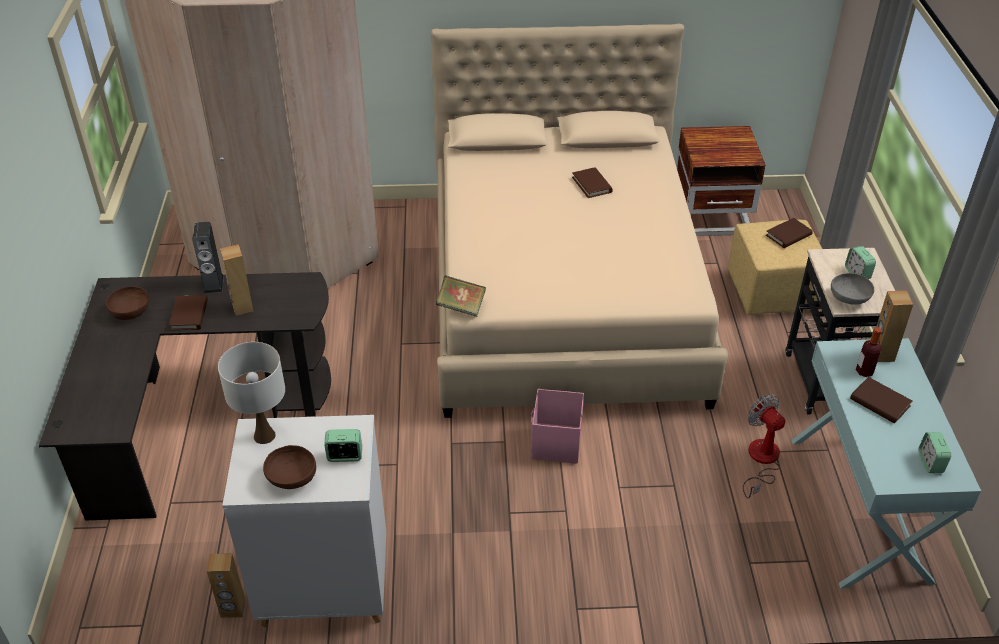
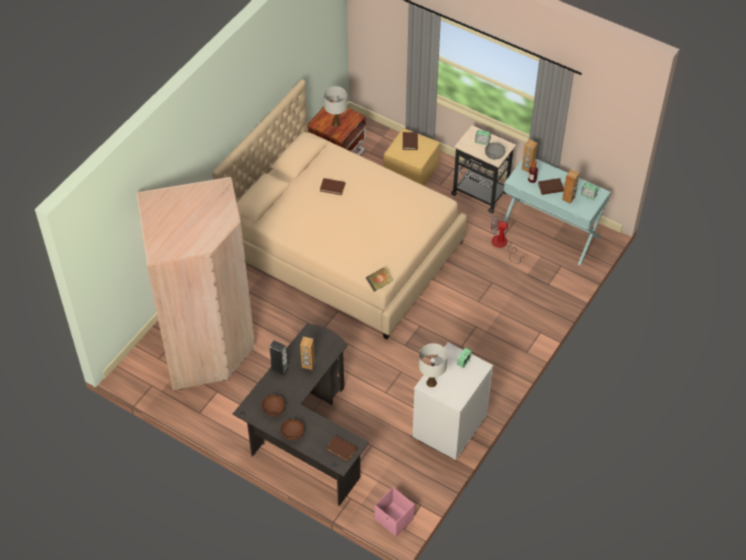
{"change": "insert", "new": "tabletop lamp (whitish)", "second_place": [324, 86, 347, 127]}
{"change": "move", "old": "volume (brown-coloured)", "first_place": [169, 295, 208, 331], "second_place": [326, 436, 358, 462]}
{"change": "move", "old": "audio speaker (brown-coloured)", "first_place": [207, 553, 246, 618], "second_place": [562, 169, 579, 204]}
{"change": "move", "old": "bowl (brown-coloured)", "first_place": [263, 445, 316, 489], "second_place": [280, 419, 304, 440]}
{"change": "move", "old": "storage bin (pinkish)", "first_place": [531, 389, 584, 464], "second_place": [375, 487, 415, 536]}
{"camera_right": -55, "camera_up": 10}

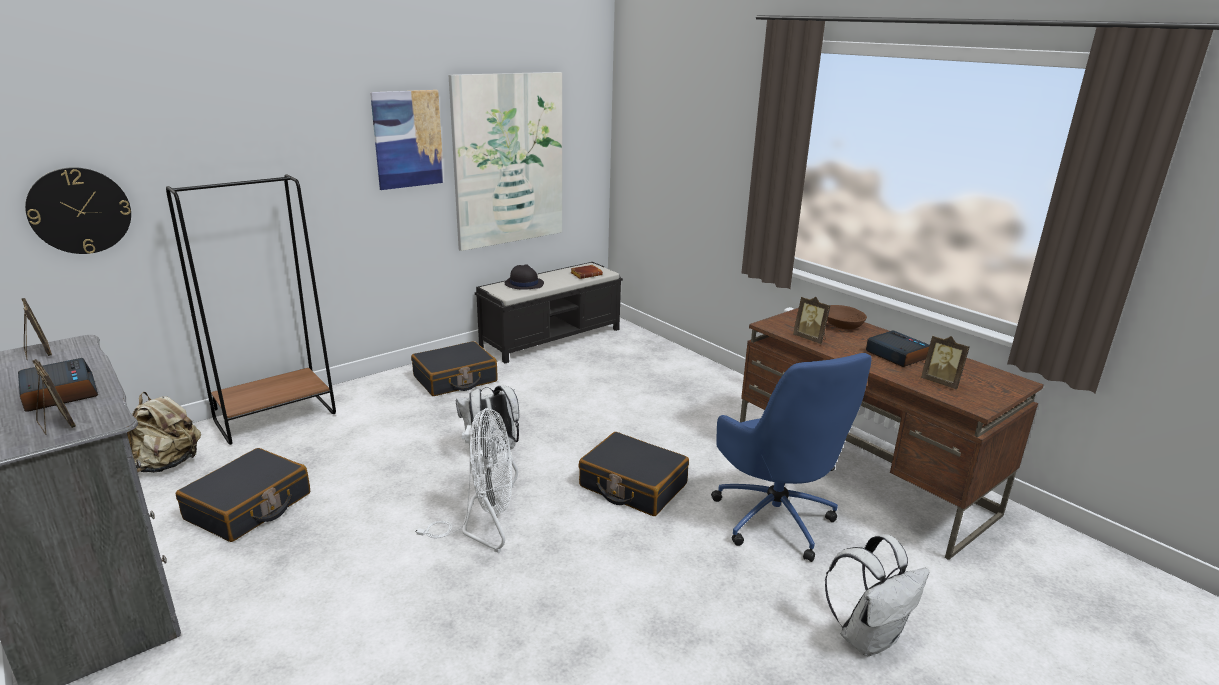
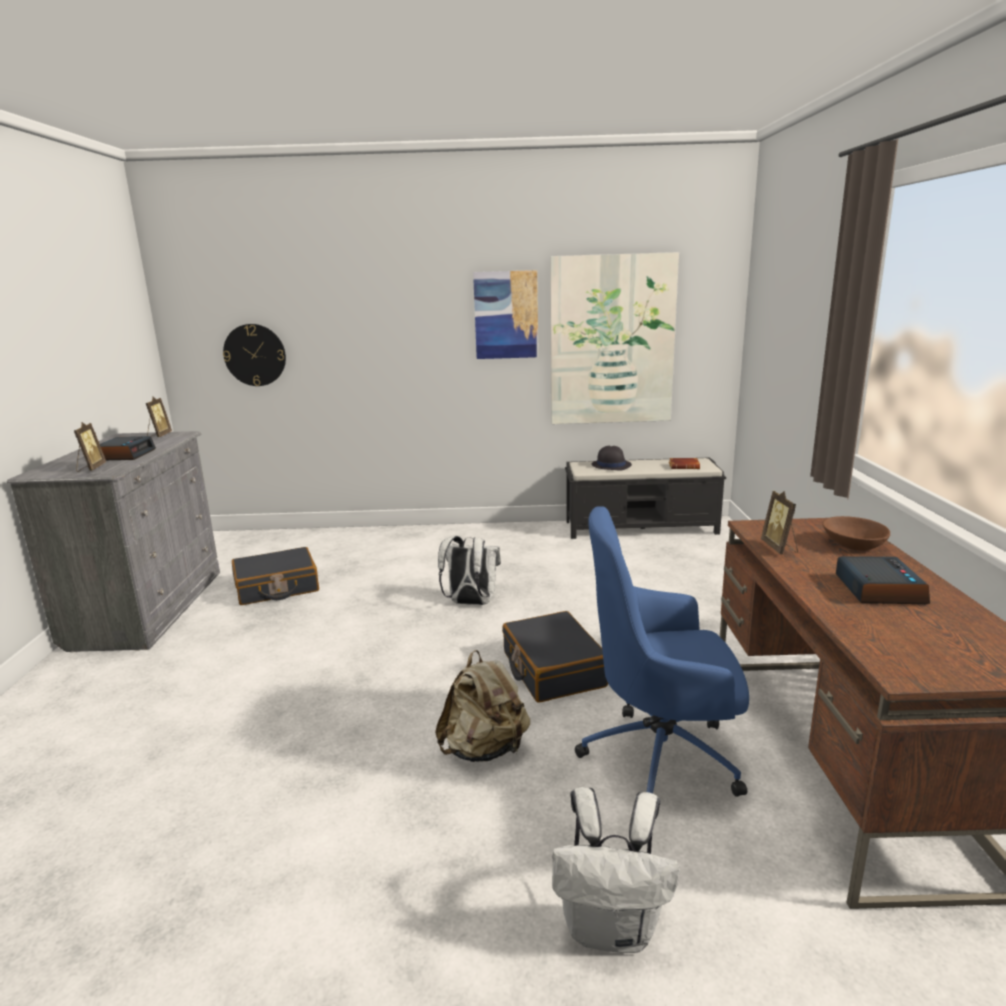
{"change": "delete", "old": "garment stand", "first_place": [166, 174, 336, 445]}
{"change": "delete", "old": "travel case (black)", "first_place": [411, 341, 498, 396]}
{"change": "delete", "old": "fan (whitish)", "first_place": [416, 408, 518, 553]}
{"change": "delete", "old": "picture frame", "first_place": [921, 336, 970, 389]}
{"change": "move", "old": "knapsack (beige-coloured)", "first_place": [127, 392, 201, 473], "second_place": [435, 650, 530, 762]}
{"change": "rotate", "old": "computer chair (blue-coloured)", "first_place": [711, 353, 871, 562], "second_place": [575, 506, 749, 797], "degrees": 75}
{"camera_right": 40, "camera_up": -5}

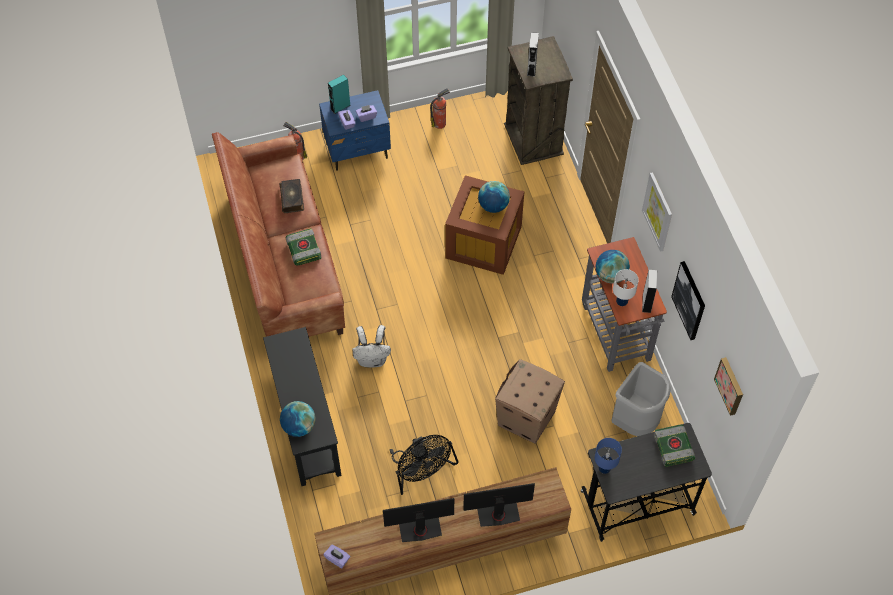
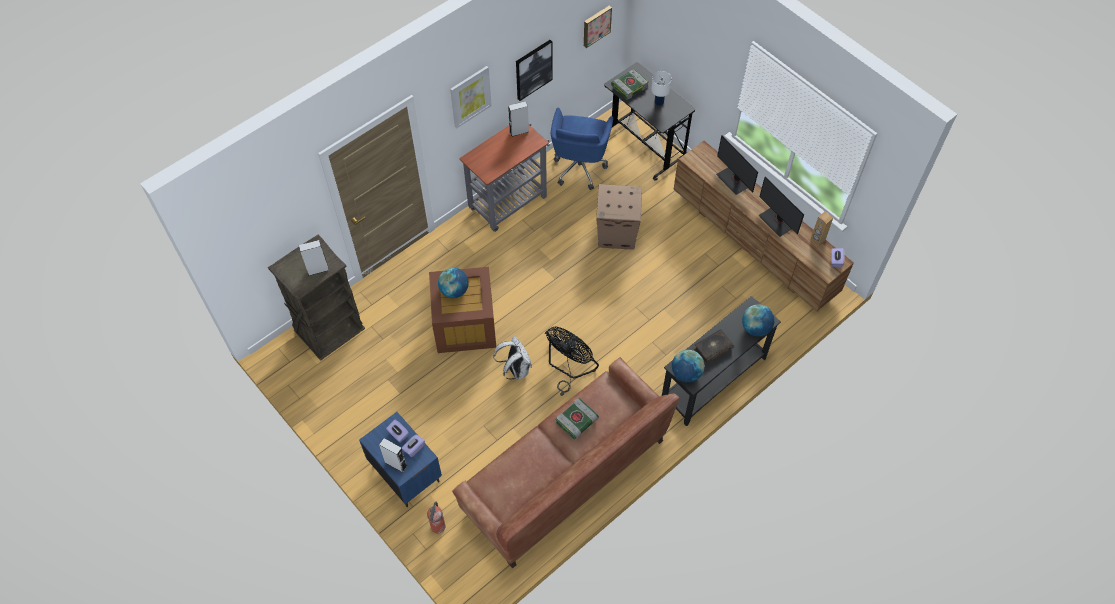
{"change": "delete", "old": "fire extinguisher", "first_place": [430, 88, 450, 129]}
{"change": "delete", "old": "tabletop lamp (blue-coloured)", "first_place": [595, 438, 622, 474]}
{"change": "insert", "new": "audio speaker (brown-coloured)", "second_place": [810, 211, 833, 247]}
{"change": "move", "old": "volume", "first_place": [279, 179, 304, 213], "second_place": [694, 329, 734, 364]}
{"change": "move", "old": "knapsack (whitish)", "first_place": [353, 325, 391, 368], "second_place": [493, 336, 532, 380]}
{"change": "move", "old": "fan (black)", "first_place": [390, 435, 458, 495], "second_place": [545, 327, 599, 396]}
{"change": "move", "old": "desk globe", "first_place": [596, 250, 630, 284], "second_place": [672, 350, 705, 382]}
{"change": "move", "old": "tabletop lamp (whitish)", "first_place": [613, 269, 639, 306], "second_place": [651, 71, 672, 106]}
{"change": "replace", "old": "waste bin (greyish)", "new": "computer chair (blue-coloured)", "first_place": [611, 362, 671, 436], "second_place": [551, 108, 613, 190]}
{"change": "recolor", "old": "audio speaker (blue-green)", "new": "audio speaker (greyish)", "first_place": [328, 74, 351, 114], "second_place": [379, 438, 407, 473]}
{"camera_right": -115, "camera_up": 0}

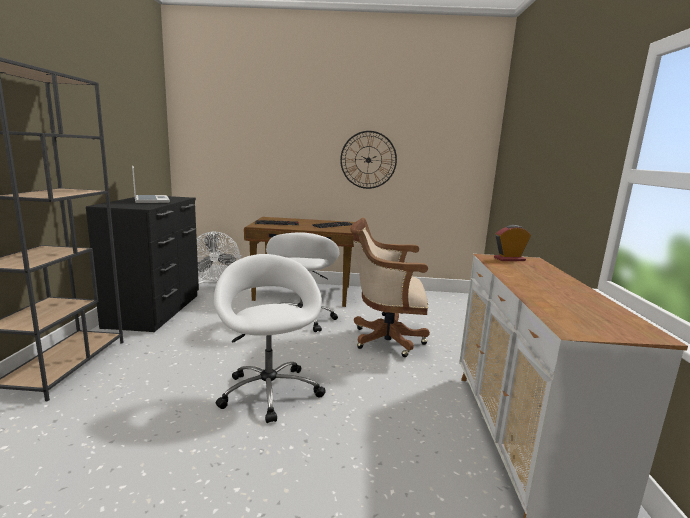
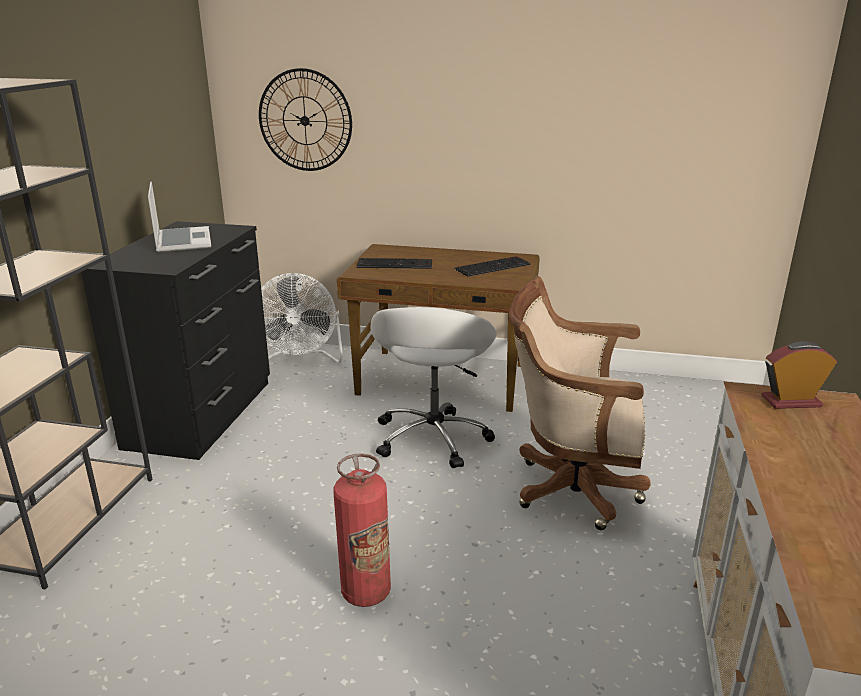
{"change": "move", "old": "hanging clock", "first_place": [340, 131, 397, 189], "second_place": [259, 68, 352, 171]}
{"change": "replace", "old": "computer chair (whitish)", "new": "fire extinguisher", "first_place": [214, 254, 326, 423], "second_place": [333, 453, 391, 607]}
{"camera_right": 10, "camera_up": 10}

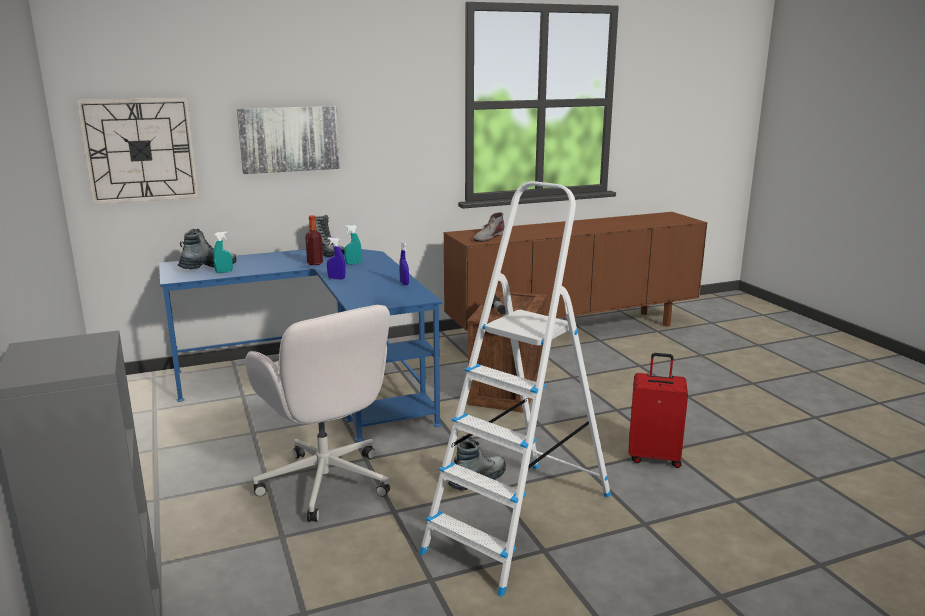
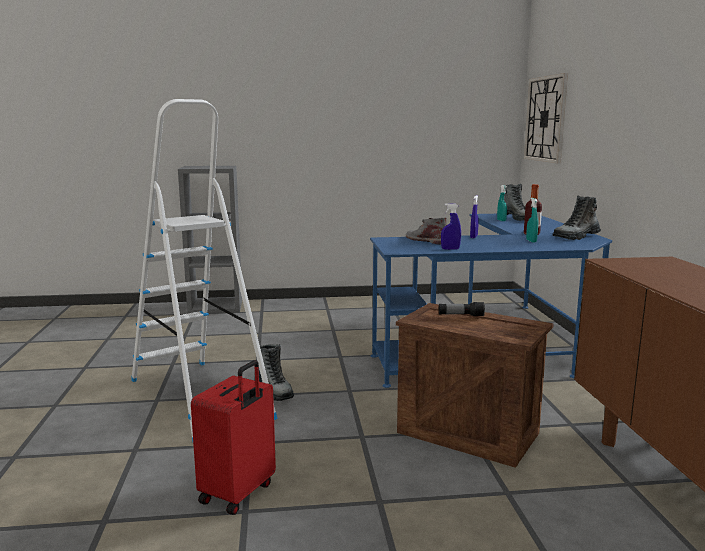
{"change": "delete", "old": "wall art", "first_place": [237, 106, 340, 174]}
{"change": "delete", "old": "computer chair (whitish)", "first_place": [245, 305, 390, 522]}
{"change": "move", "old": "boot (greyish)", "first_place": [473, 212, 505, 242], "second_place": [406, 217, 446, 245]}
{"camera_right": 105, "camera_up": -5}

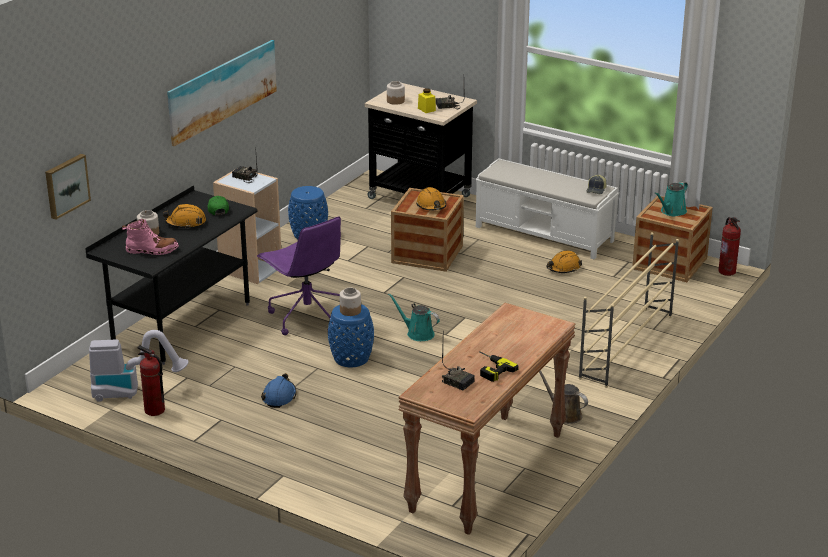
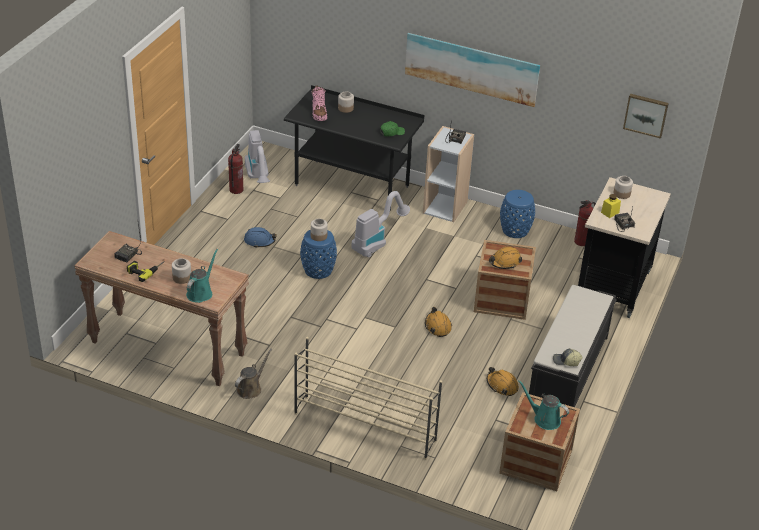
{"change": "insert", "new": "jar", "second_place": [172, 258, 191, 284]}
{"change": "move", "old": "wall art", "first_place": [45, 154, 91, 220], "second_place": [623, 94, 669, 139]}
{"change": "move", "old": "safety helmet (orange)", "first_place": [163, 204, 206, 228], "second_place": [425, 307, 452, 337]}
{"change": "move", "old": "watering can (blue-green)", "first_place": [388, 293, 440, 341], "second_place": [186, 249, 218, 303]}
{"change": "move", "old": "fire extinguisher", "first_place": [718, 217, 741, 276], "second_place": [574, 200, 596, 246]}
{"change": "replace", "old": "computer chair (purple)", "new": "vacuum cleaner", "first_place": [257, 217, 341, 335], "second_place": [351, 191, 410, 257]}
{"change": "recolor", "old": "indoor bench (whitish)", "new": "indoor bench (black)", "first_place": [475, 158, 619, 260], "second_place": [529, 285, 617, 407]}
{"camera_right": 80, "camera_up": 10}

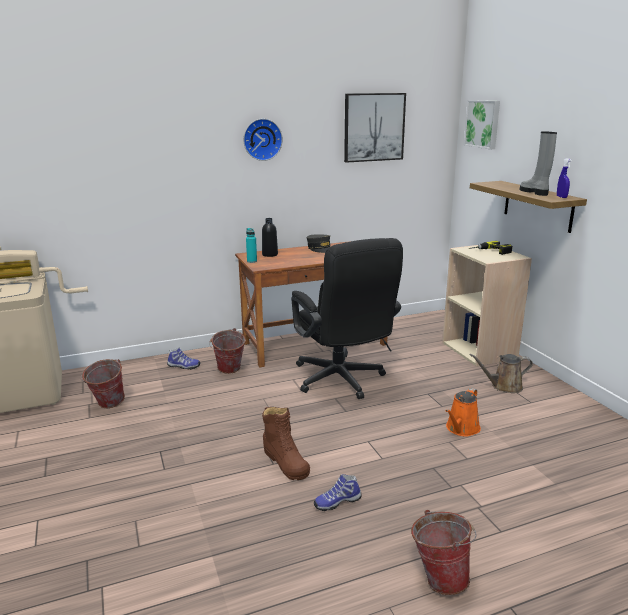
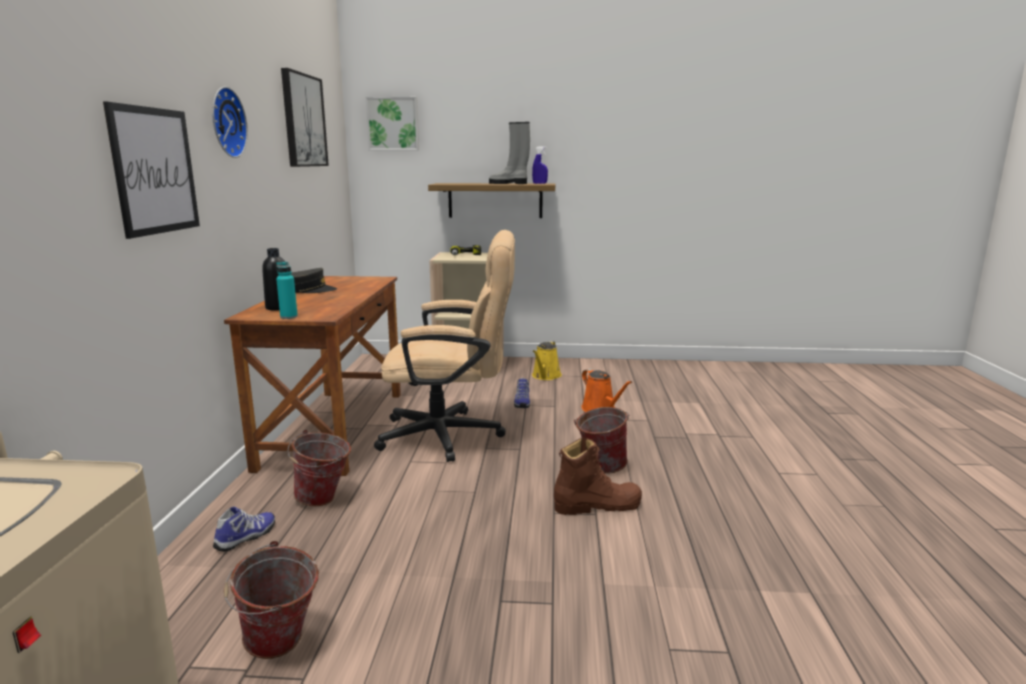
{"change": "insert", "new": "wall art", "second_place": [103, 102, 200, 239]}
{"change": "move", "old": "item of footwear", "first_place": [314, 474, 362, 511], "second_place": [514, 378, 530, 408]}
{"change": "move", "old": "pail", "first_place": [411, 510, 477, 595], "second_place": [574, 407, 629, 474]}
{"change": "recolor", "old": "computer chair (black)", "new": "computer chair (beige-coloured)", "first_place": [291, 238, 403, 399], "second_place": [374, 230, 515, 462]}
{"change": "recolor", "old": "watering can (brown-coloured)", "new": "watering can (yellow)", "first_place": [470, 354, 533, 393], "second_place": [532, 341, 562, 380]}
{"camera_right": -65, "camera_up": -5}

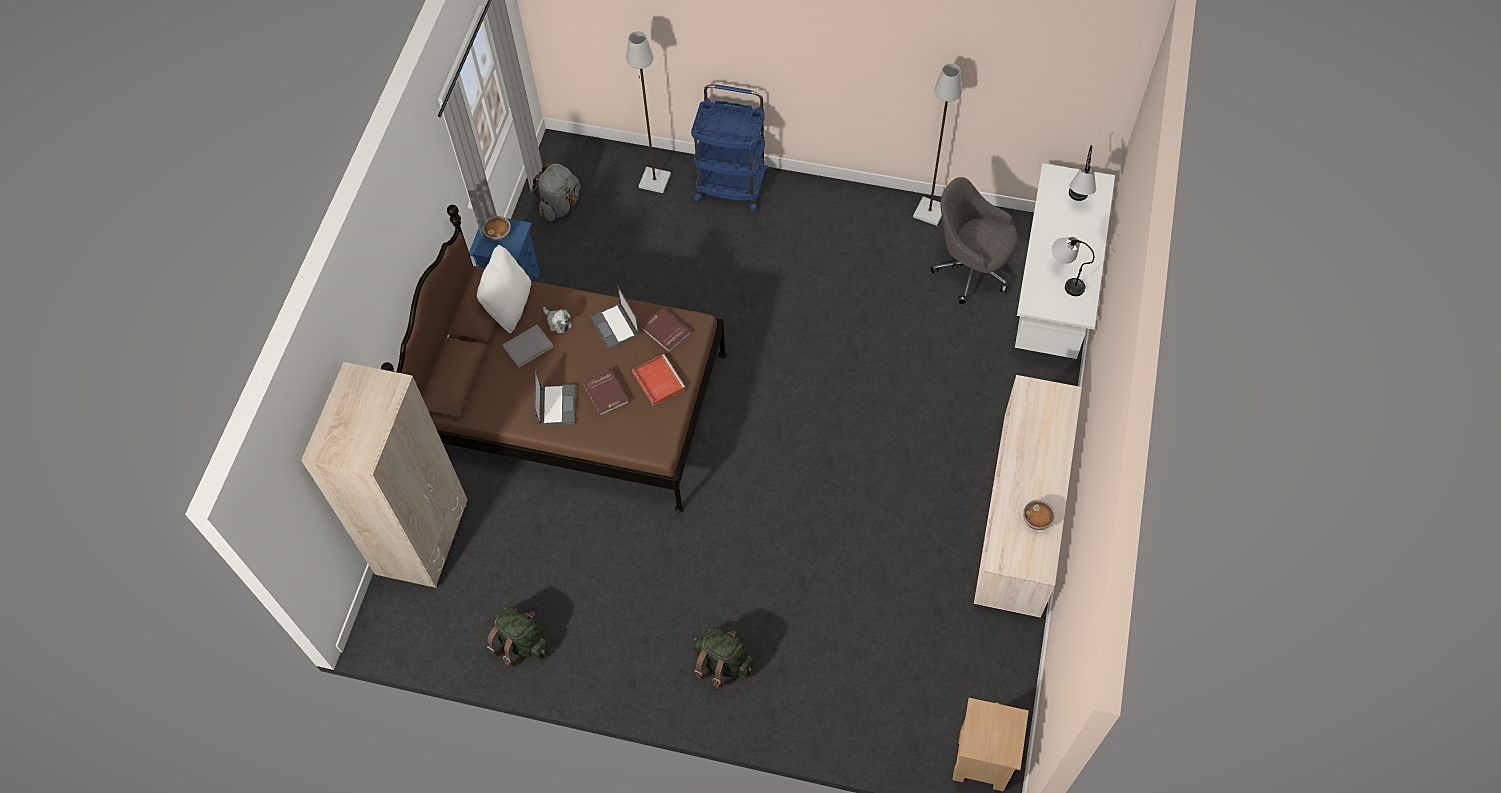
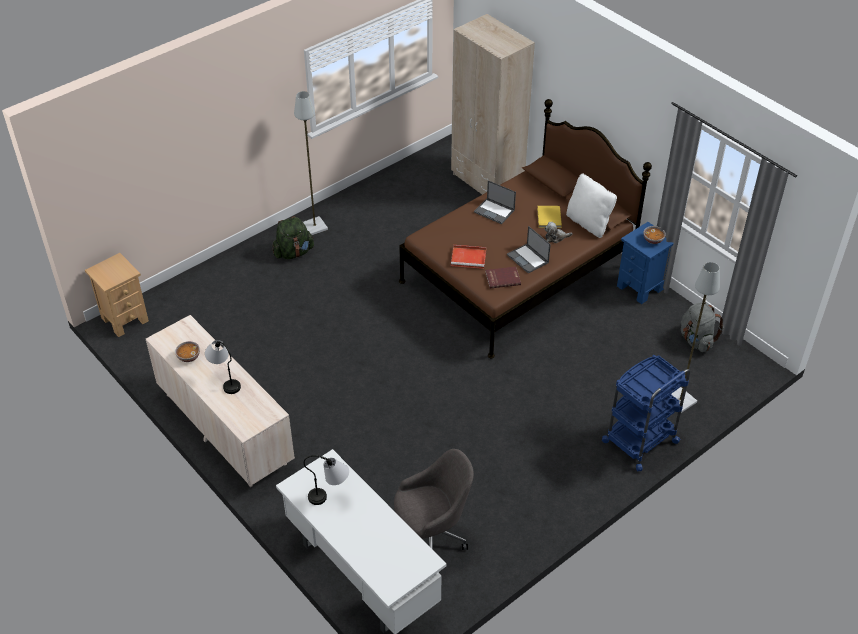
{"change": "delete", "old": "knapsack (green)", "first_place": [487, 607, 549, 667]}
{"change": "delete", "old": "volume (red-coloured)", "first_place": [582, 369, 629, 416]}
{"change": "move", "old": "standard lamp (greyish)", "first_place": [913, 64, 962, 226], "second_place": [294, 91, 328, 235]}
{"change": "move", "old": "tabletop lamp", "first_place": [1069, 145, 1096, 201], "second_place": [205, 340, 241, 394]}
{"change": "recolor", "old": "volume (greyish)", "new": "volume (yellow)", "first_place": [502, 325, 553, 368], "second_place": [537, 206, 562, 228]}
{"change": "rotate", "old": "notebook computer", "first_place": [590, 285, 640, 350], "second_place": [507, 226, 551, 274], "degrees": -135}
{"camera_right": 125, "camera_up": -15}

